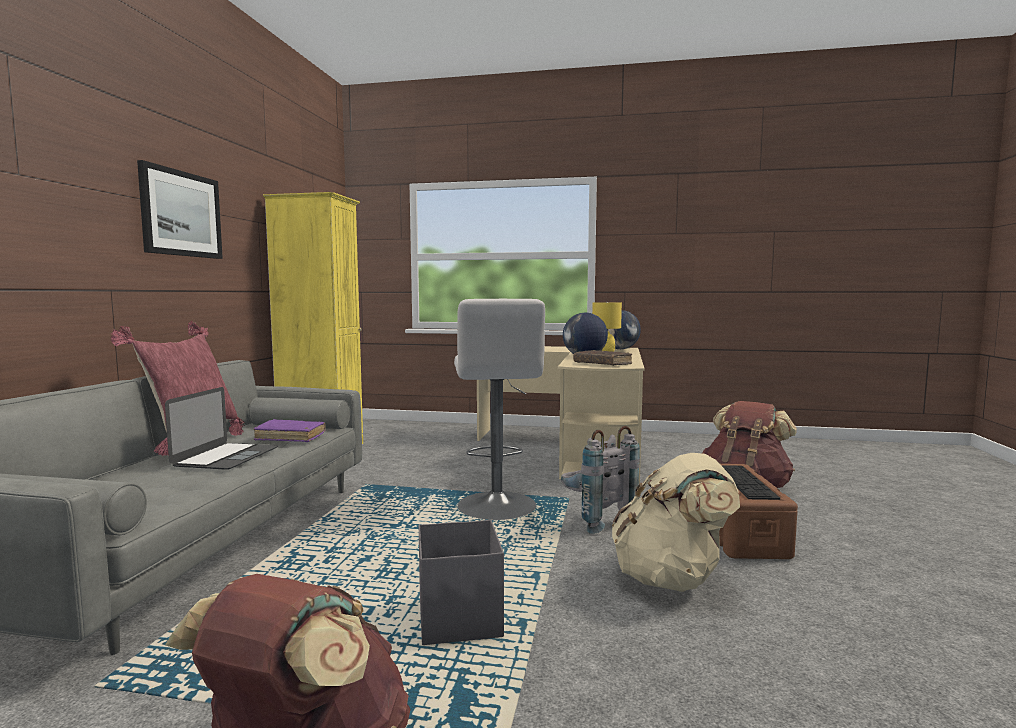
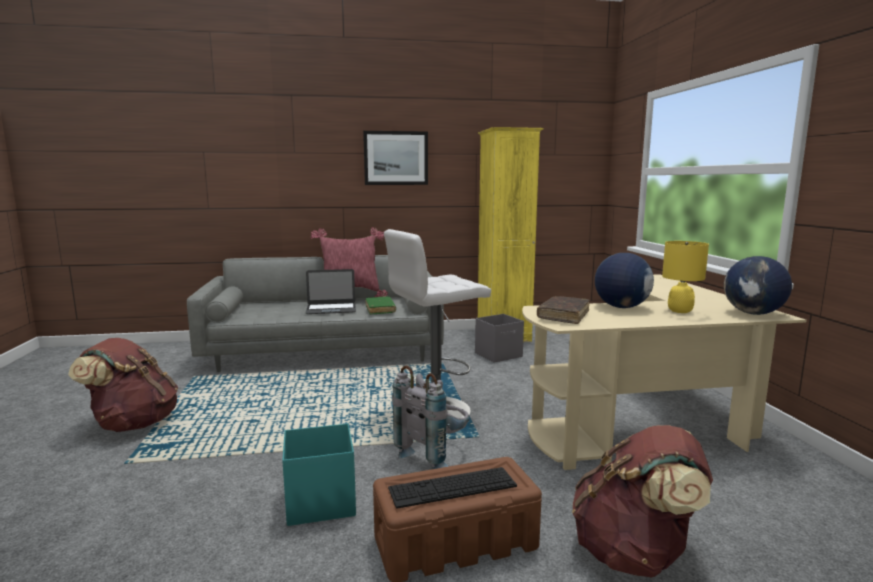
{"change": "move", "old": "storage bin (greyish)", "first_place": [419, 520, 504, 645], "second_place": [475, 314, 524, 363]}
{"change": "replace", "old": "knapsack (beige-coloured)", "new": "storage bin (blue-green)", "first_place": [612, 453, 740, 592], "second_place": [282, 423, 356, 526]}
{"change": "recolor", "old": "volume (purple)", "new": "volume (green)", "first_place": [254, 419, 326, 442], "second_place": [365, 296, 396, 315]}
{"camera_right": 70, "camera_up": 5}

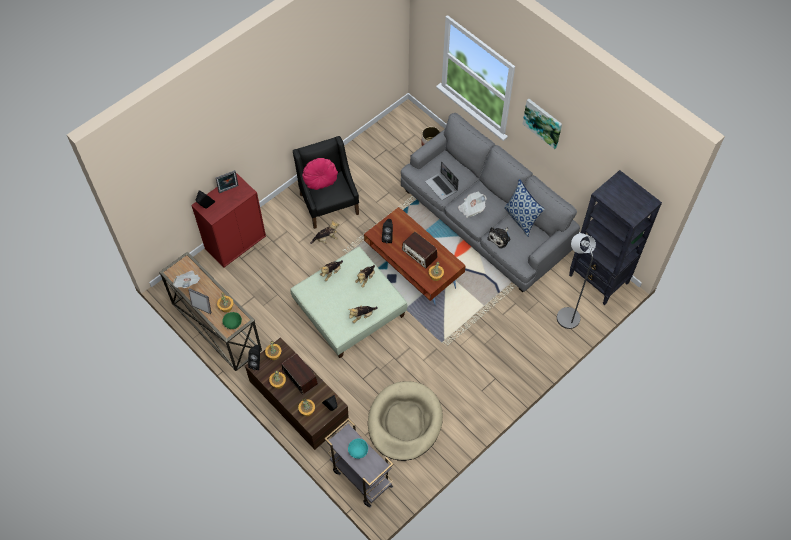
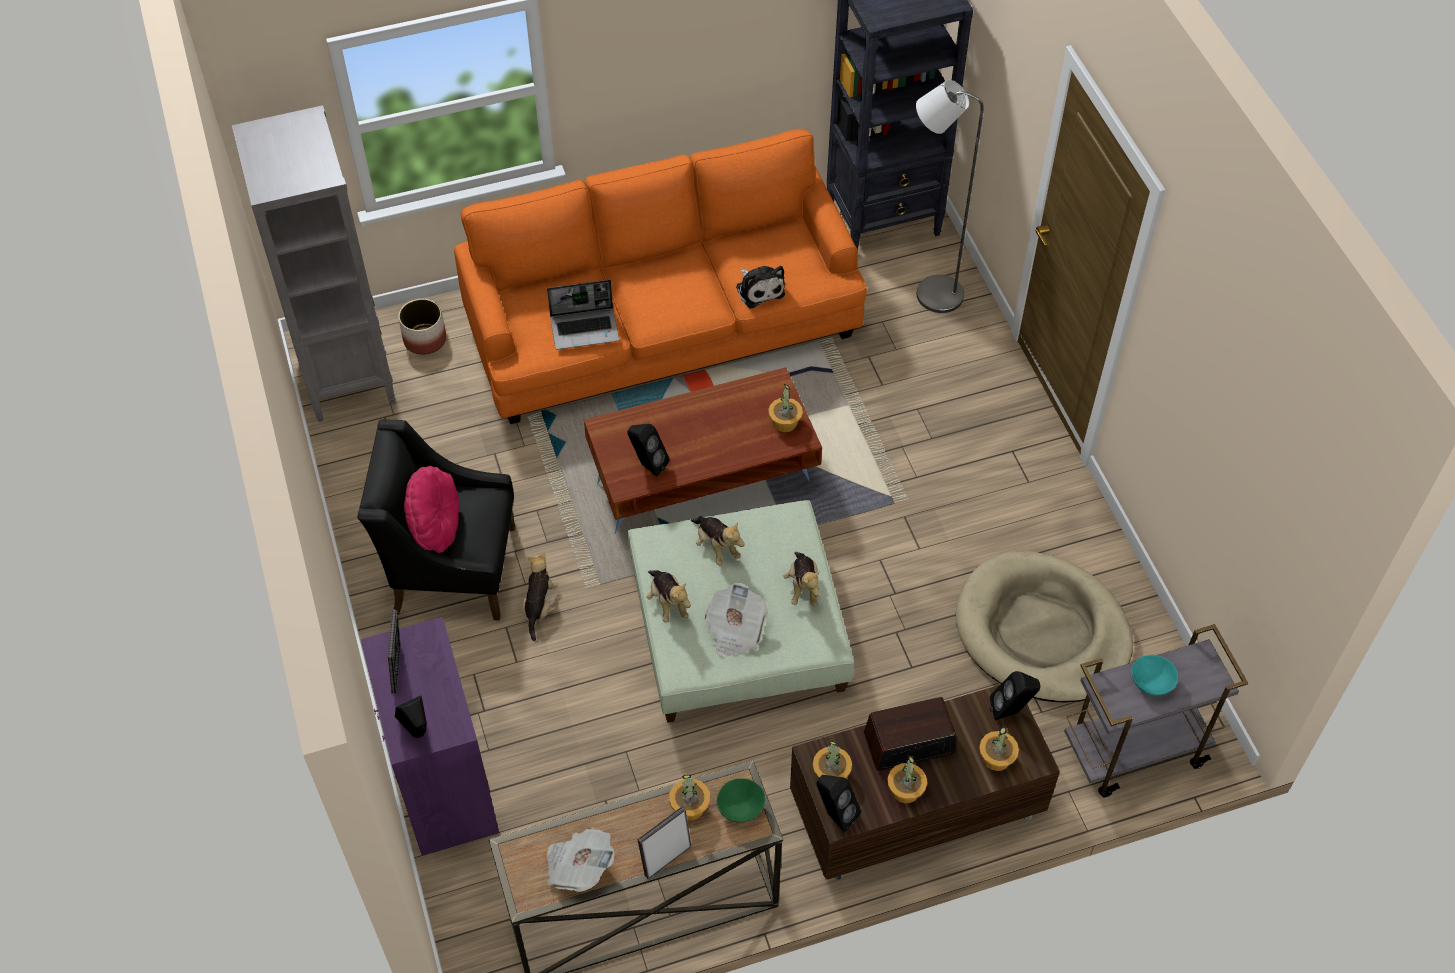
{"change": "delete", "old": "radio set", "first_place": [402, 232, 438, 268]}
{"change": "delete", "old": "throw pillow", "first_place": [504, 179, 545, 237]}
{"change": "delete", "old": "wall art", "first_place": [523, 99, 562, 149]}
{"change": "insert", "new": "bookshelf (greyish)", "second_place": [231, 105, 396, 422]}
{"change": "move", "old": "printed paper", "first_place": [458, 192, 487, 218], "second_place": [705, 583, 768, 657]}
{"change": "recolor", "old": "cabinet (red-coloured)", "new": "cabinet (purple)", "first_place": [191, 173, 266, 267], "second_place": [361, 617, 499, 856]}
{"change": "recolor", "old": "settee (greyish)", "new": "settee (orange)", "first_place": [401, 113, 580, 292], "second_place": [454, 129, 867, 424]}
{"camera_right": -65, "camera_up": -5}

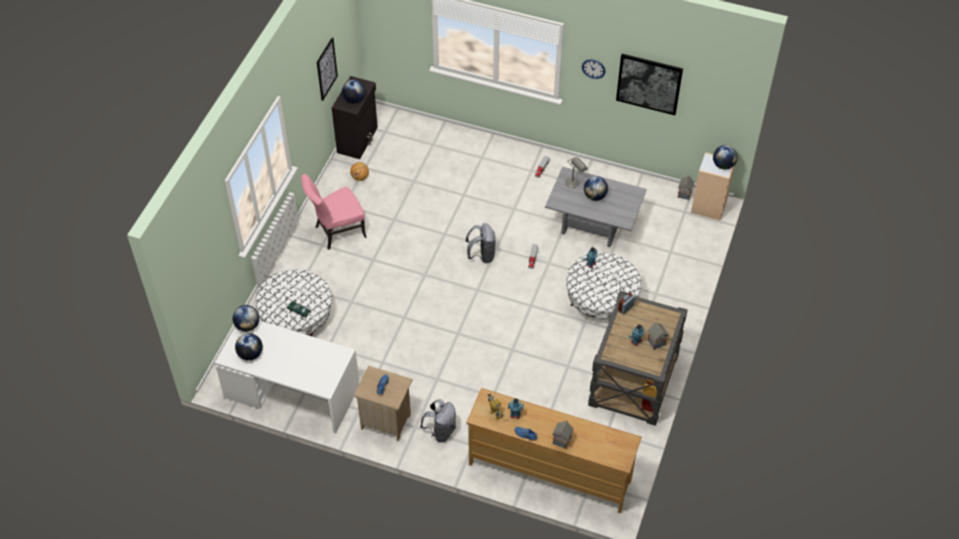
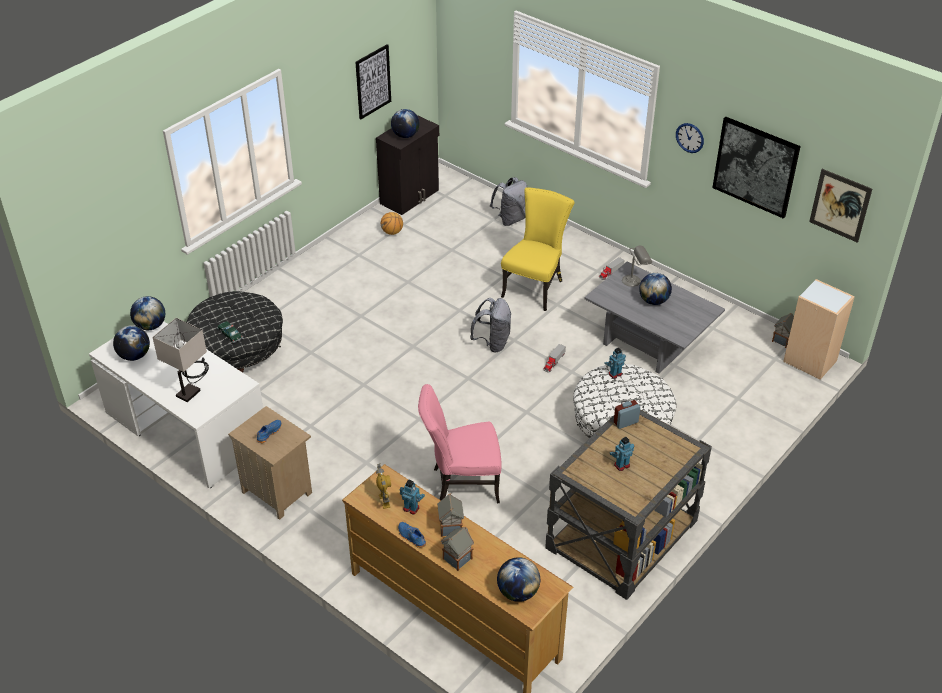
{"change": "insert", "new": "tabletop lamp", "second_place": [152, 318, 209, 402]}
{"change": "insert", "new": "upright chair (yellow)", "second_place": [501, 187, 575, 311]}
{"change": "insert", "new": "wall art", "second_place": [809, 169, 872, 243]}
{"change": "move", "old": "upright chair (pinkish)", "first_place": [301, 174, 367, 250], "second_place": [418, 384, 502, 503]}
{"change": "move", "old": "knapsack (greyish)", "first_place": [420, 399, 456, 443], "second_place": [490, 177, 527, 226]}
{"change": "move", "old": "miniature house", "first_place": [647, 322, 669, 350], "second_place": [437, 493, 464, 537]}
{"change": "move", "old": "desk globe", "first_place": [713, 145, 738, 170], "second_place": [497, 557, 540, 602]}
{"change": "recolor", "old": "footrest (whitish)", "new": "footrest (black)", "first_place": [255, 269, 332, 336], "second_place": [187, 291, 283, 372]}
{"camera_right": 20, "camera_up": -10}

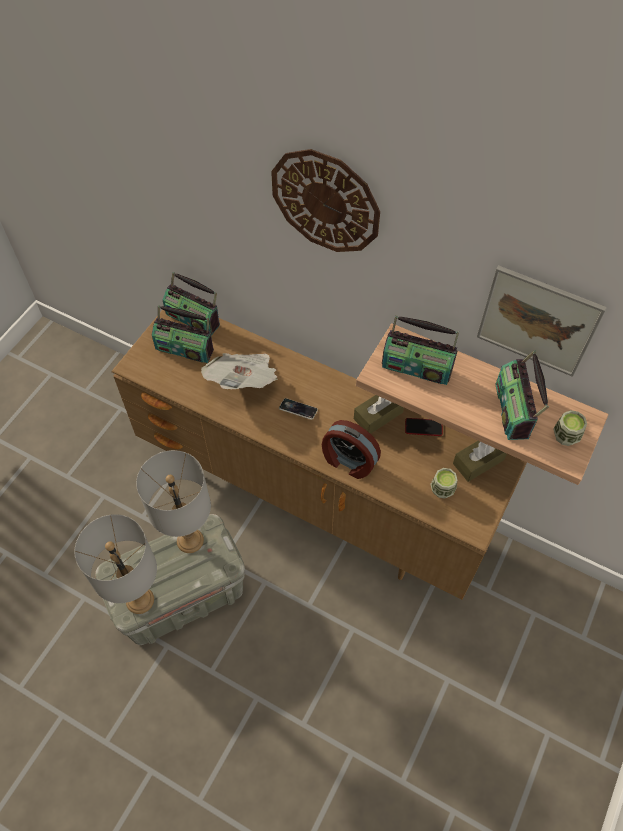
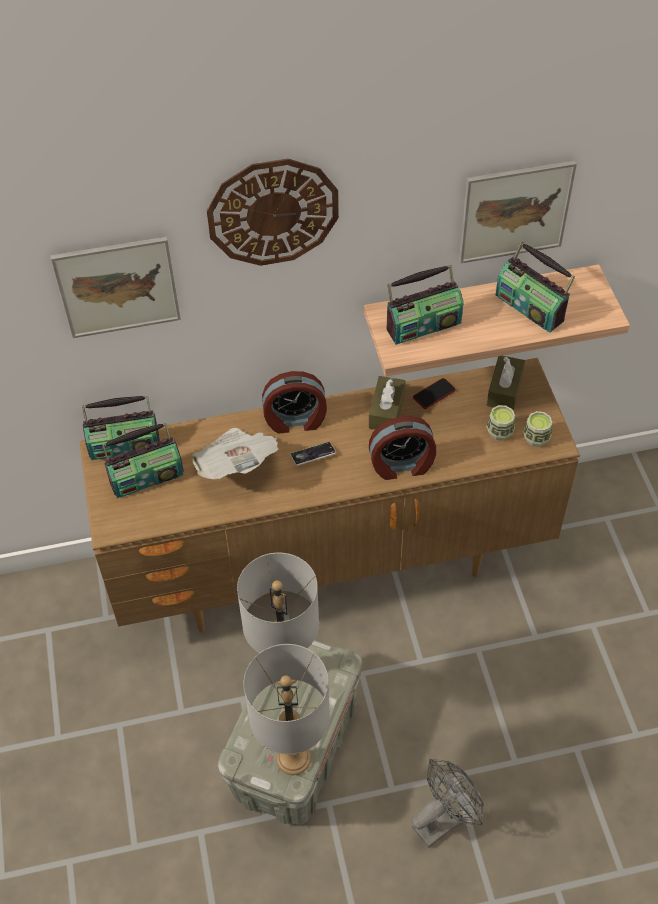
{"change": "insert", "new": "wall art", "second_place": [50, 236, 181, 338]}
{"change": "insert", "new": "alarm clock", "second_place": [262, 371, 327, 433]}
{"change": "insert", "new": "fan (greyish)", "second_place": [412, 759, 484, 848]}
{"change": "move", "old": "small cup", "first_place": [554, 410, 587, 446], "second_place": [523, 411, 552, 447]}
{"camera_right": -40, "camera_up": -5}

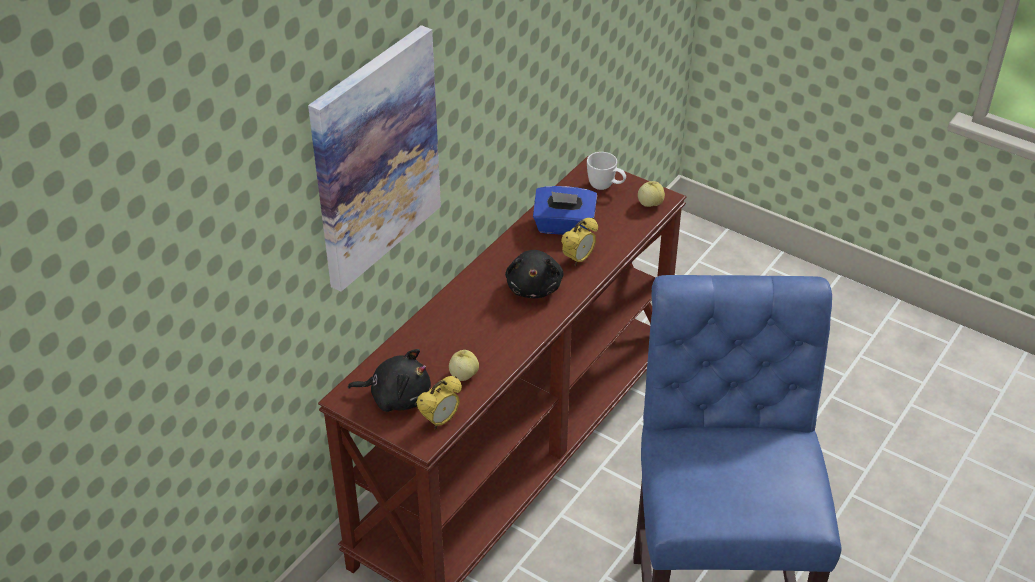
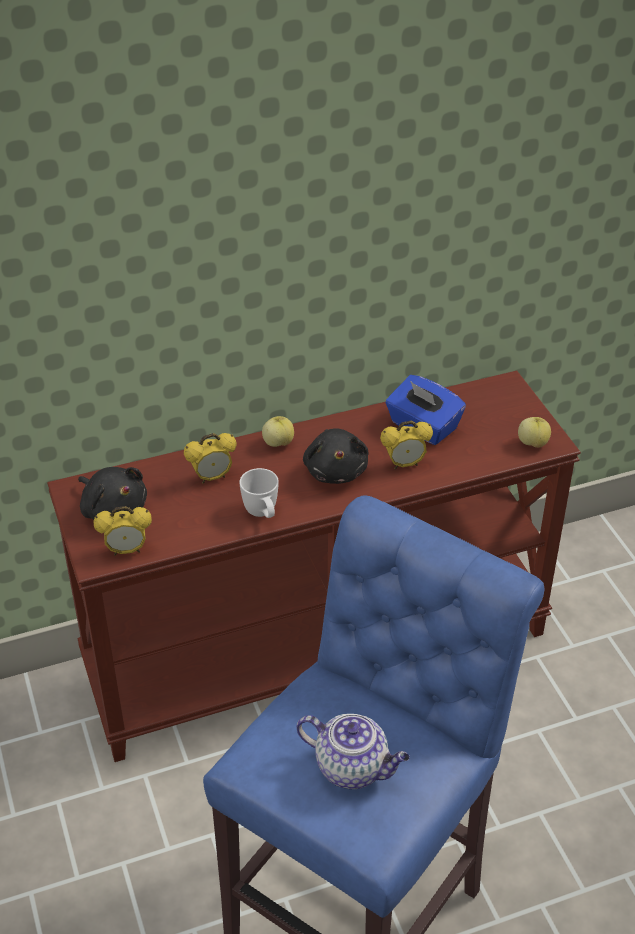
{"change": "delete", "old": "wall art", "first_place": [308, 25, 441, 292]}
{"change": "insert", "new": "alarm clock", "second_place": [184, 433, 237, 484]}
{"change": "insert", "new": "tea pot", "second_place": [297, 714, 410, 789]}
{"change": "move", "old": "whole apple", "first_place": [449, 350, 479, 381], "second_place": [262, 416, 294, 447]}
{"change": "move", "old": "tea mug (whitish)", "first_place": [587, 152, 626, 190], "second_place": [239, 468, 279, 518]}
{"change": "rotate", "old": "cuddly toy (black)", "first_place": [505, 250, 563, 298], "second_place": [303, 428, 368, 484], "degrees": -45}
{"camera_right": 35, "camera_up": 0}

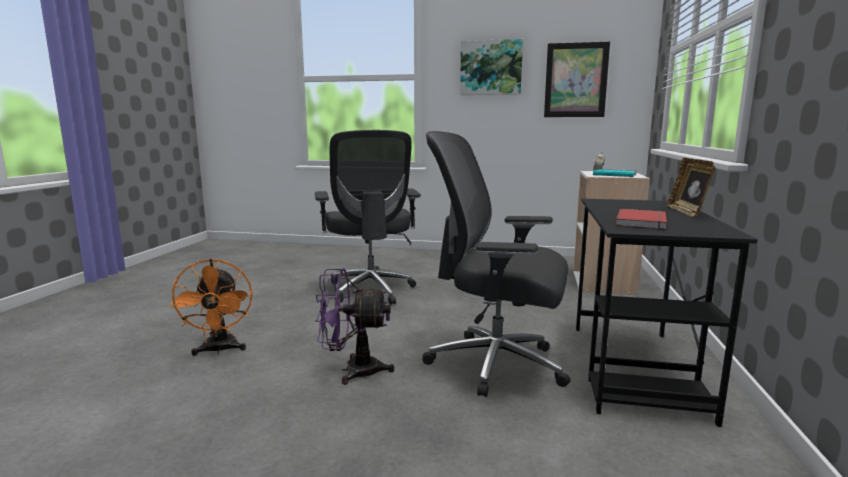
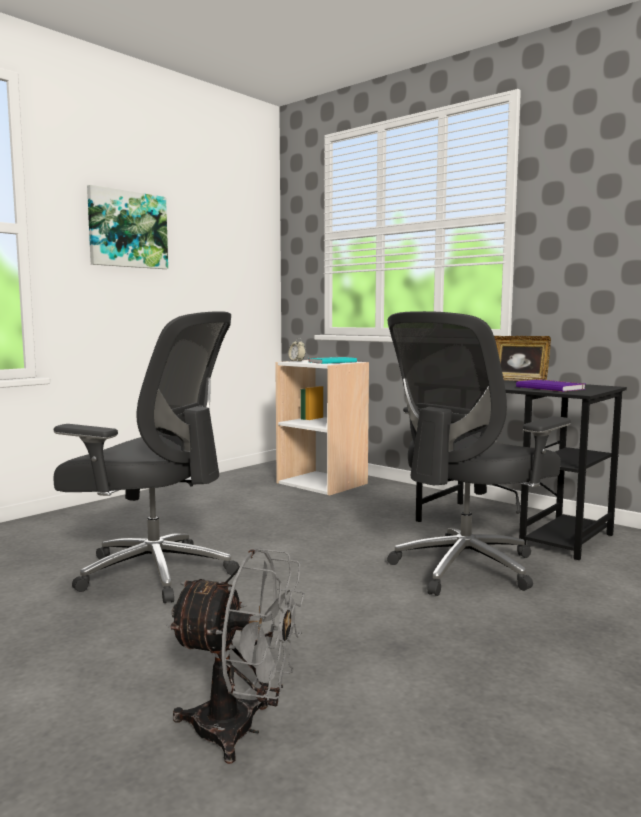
{"change": "delete", "old": "fan (purple)", "first_place": [315, 268, 394, 385]}
{"change": "delete", "old": "wall art", "first_place": [544, 42, 610, 117]}
{"change": "recolor", "old": "fan (orange)", "new": "fan (greyish)", "first_place": [169, 259, 252, 356], "second_place": [166, 548, 305, 764]}
{"change": "recolor", "old": "volume (red-coloured)", "new": "volume (purple)", "first_place": [615, 209, 667, 229], "second_place": [516, 379, 585, 392]}
{"camera_right": -60, "camera_up": -5}

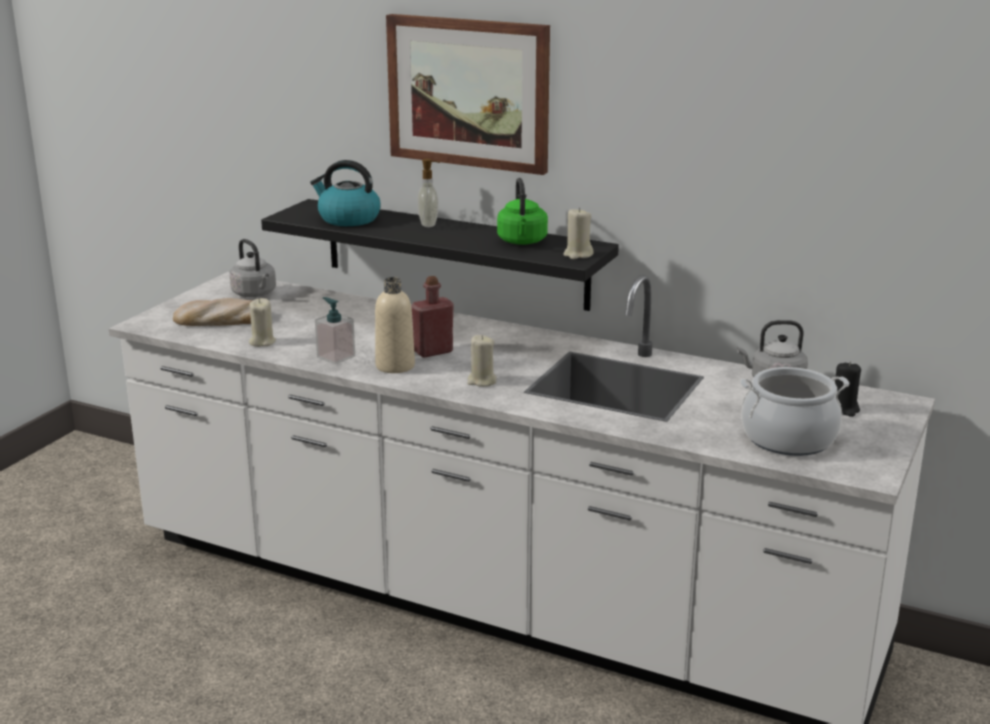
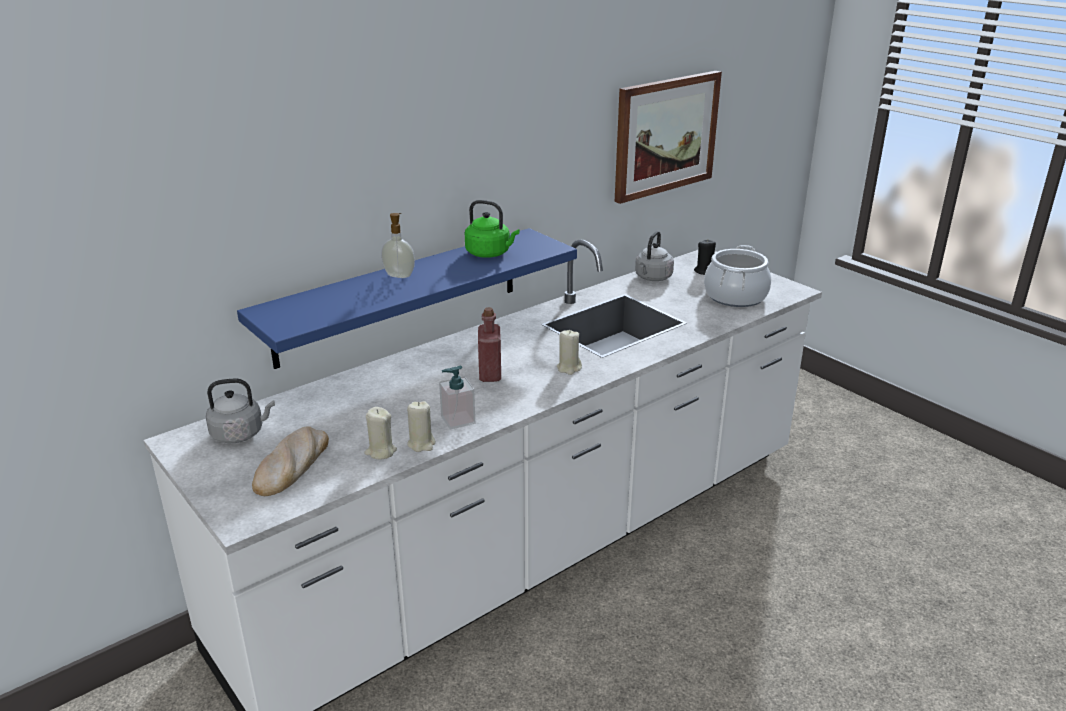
{"change": "delete", "old": "tea kettle", "first_place": [310, 160, 381, 226]}
{"change": "delete", "old": "drink bottle (beige-coloured)", "first_place": [375, 277, 415, 373]}
{"change": "move", "old": "wall art", "first_place": [386, 14, 550, 175], "second_place": [615, 71, 722, 204]}
{"change": "move", "old": "candle (beige-coloured)", "first_place": [564, 208, 594, 259], "second_place": [407, 401, 436, 452]}
{"change": "recolor", "old": "shelf (black)", "new": "shelf (blue-coloured)", "first_place": [261, 199, 619, 311], "second_place": [237, 228, 577, 369]}
{"camera_right": -65, "camera_up": 5}

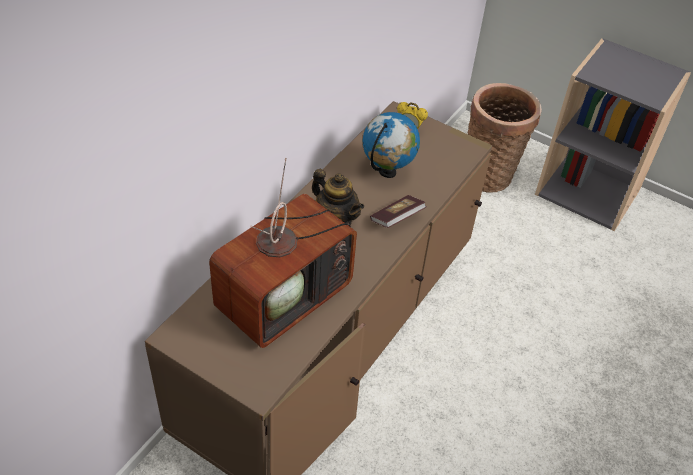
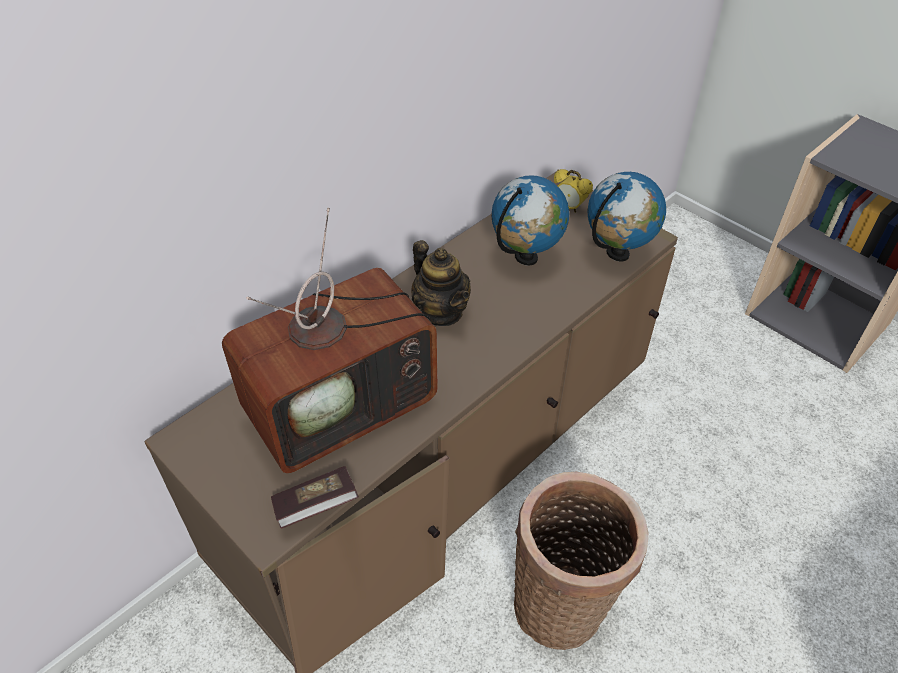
{"change": "insert", "new": "desk globe", "second_place": [587, 172, 666, 261]}
{"change": "move", "old": "volume", "first_place": [370, 195, 426, 228], "second_place": [271, 466, 359, 528]}
{"change": "move", "old": "household basket", "first_place": [468, 83, 542, 193], "second_place": [514, 472, 648, 650]}
{"camera_right": 15, "camera_up": 0}

